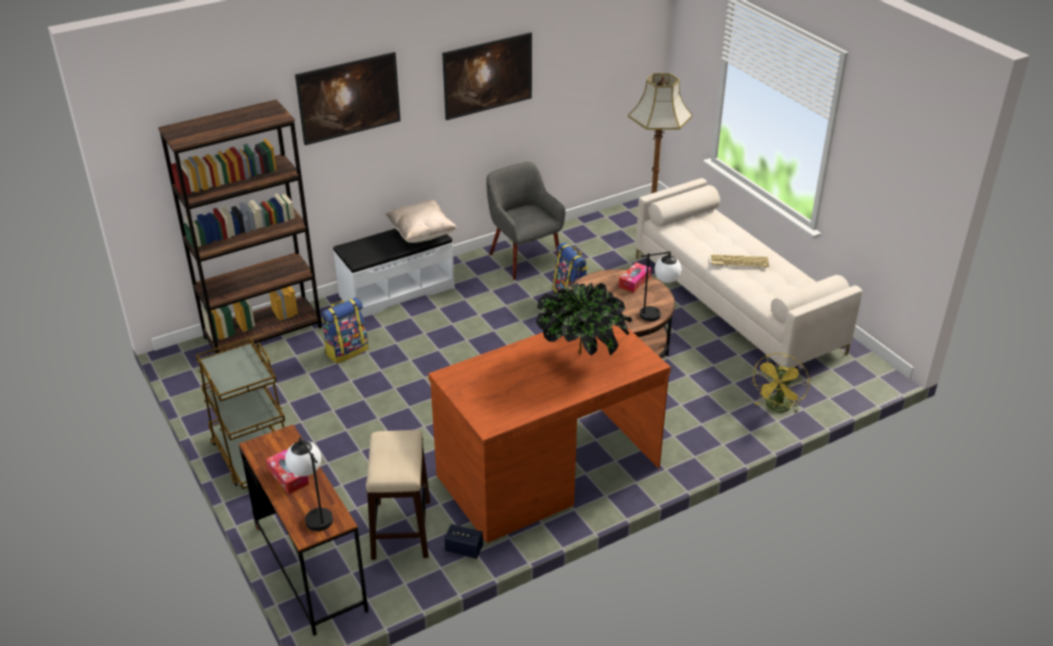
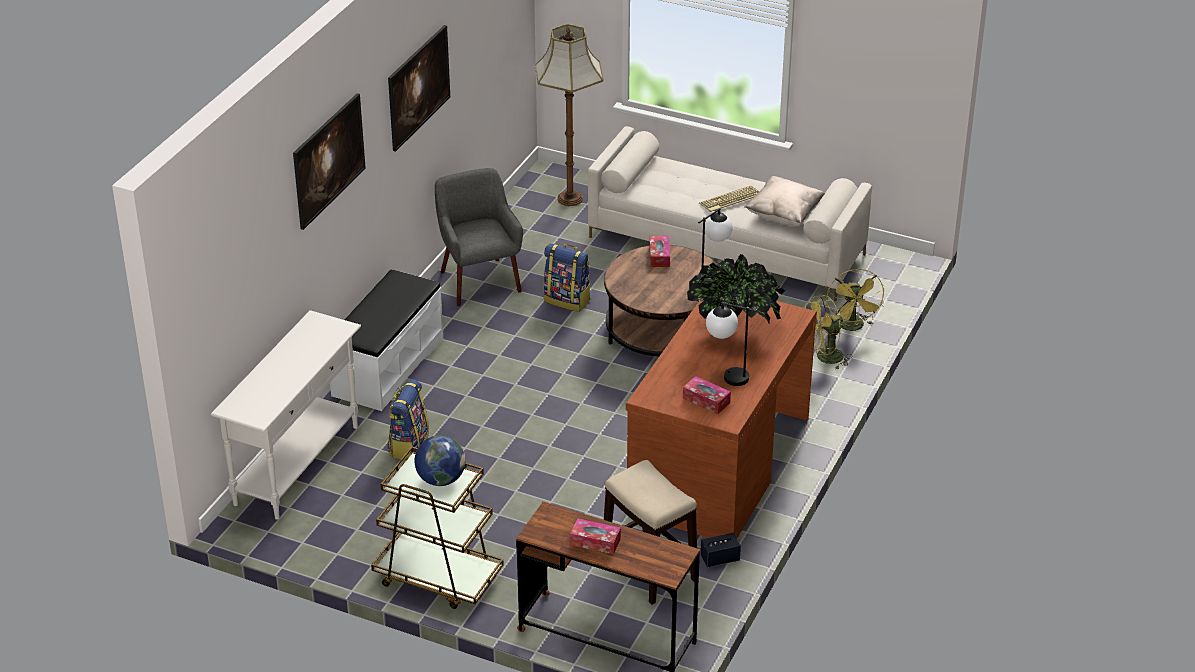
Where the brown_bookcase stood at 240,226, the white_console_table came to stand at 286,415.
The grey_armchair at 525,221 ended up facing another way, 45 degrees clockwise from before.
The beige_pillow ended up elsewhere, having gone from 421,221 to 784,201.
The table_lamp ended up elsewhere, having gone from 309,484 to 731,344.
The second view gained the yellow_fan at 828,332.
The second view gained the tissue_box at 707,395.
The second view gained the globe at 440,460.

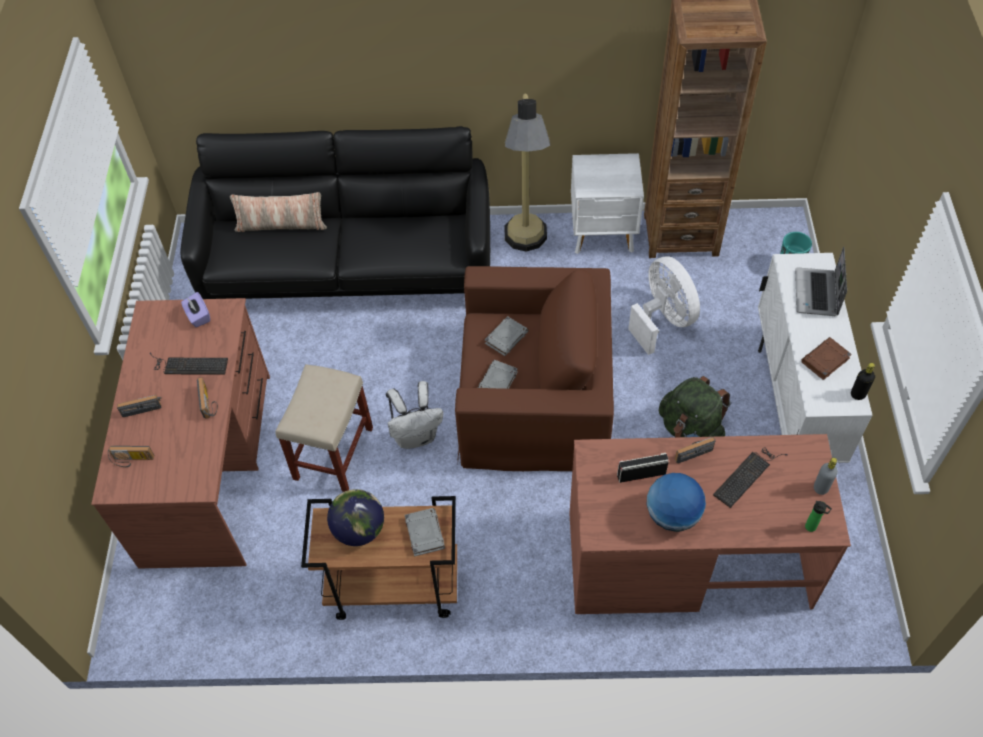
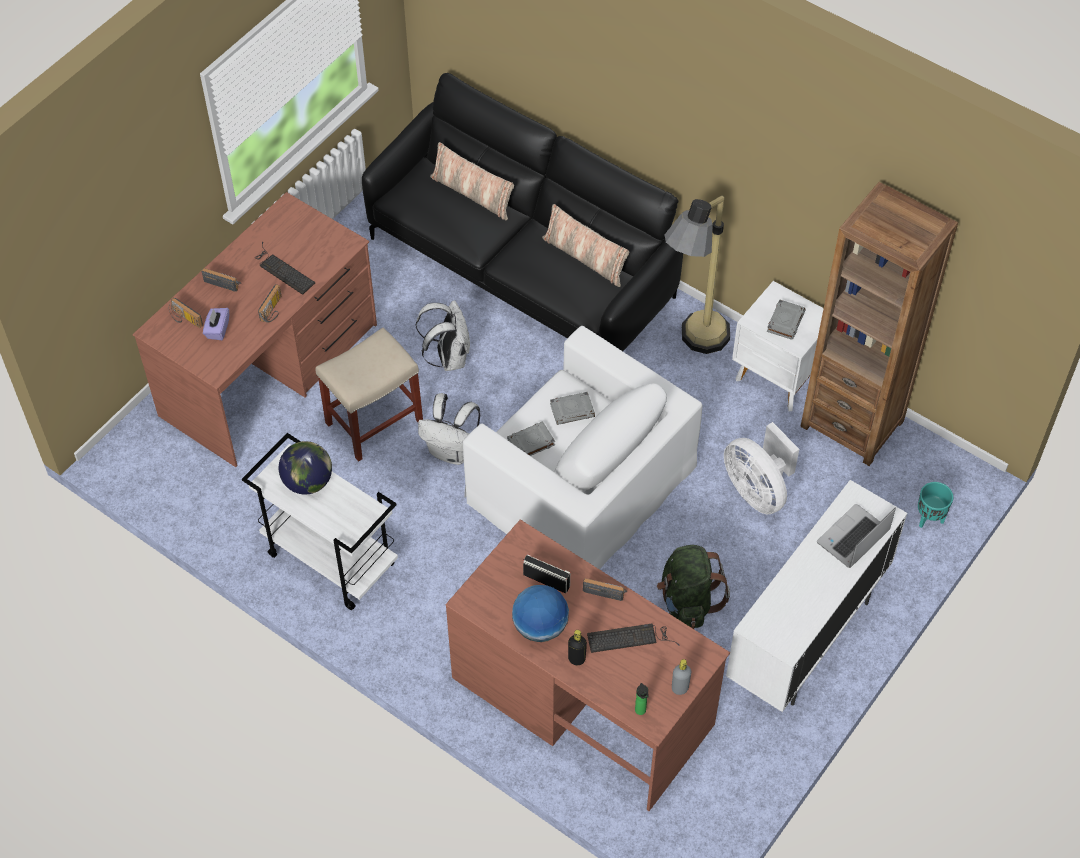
The white_fan at 664,305 ended up facing another way, 135 degrees clockwise from before.
What was the brown_armchair at 534,368 turned into the white_armchair at 583,447.
The purple_tissue_box ended up elsewhere, having gone from 195,309 to 216,324.
The second view lost the brown_book at 826,358.
The black_bottle ended up elsewhere, having gone from 863,381 to 577,647.
What was the brown_cart at 379,558 turned into the white_cart at 320,521.
The grey_book ended up elsewhere, having gone from 425,532 to 786,319.
The second view gained the pillow at 585,245.
The second view gained the white_backpack at 443,335.

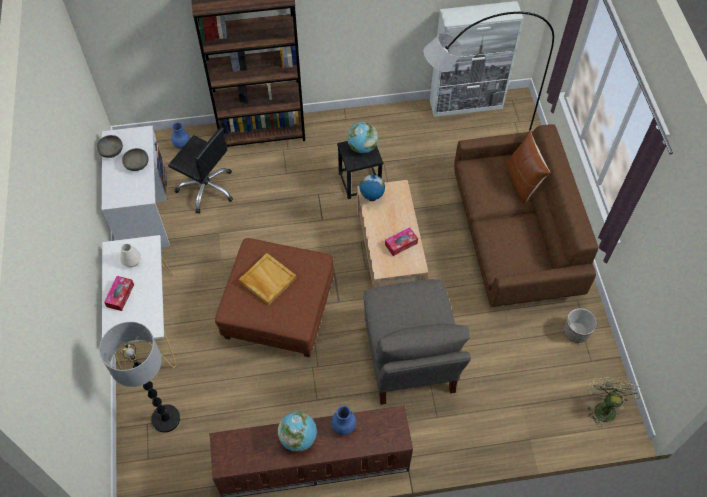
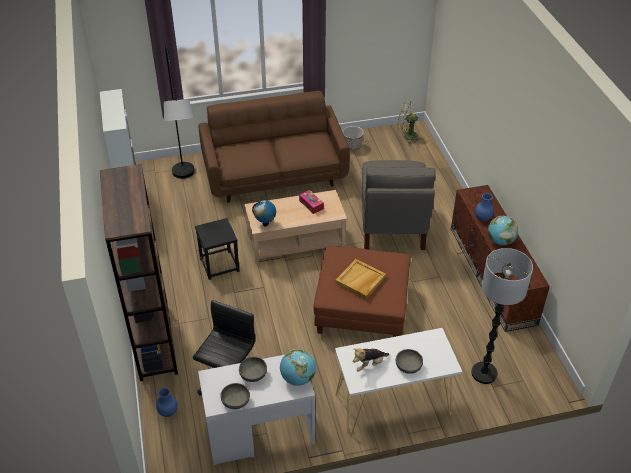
The globe ended up elsewhere, having gone from 362,137 to 298,367.
The second view lost the brown_pillow at 527,167.
Where the white_vase stood at 130,255, the plush_toy came to stand at 371,360.
Where the tissue_box stood at 119,293, the grey_bowl came to stand at 409,361.
The grey_armchair at 417,342 ended up facing another way, 105 degrees clockwise from before.

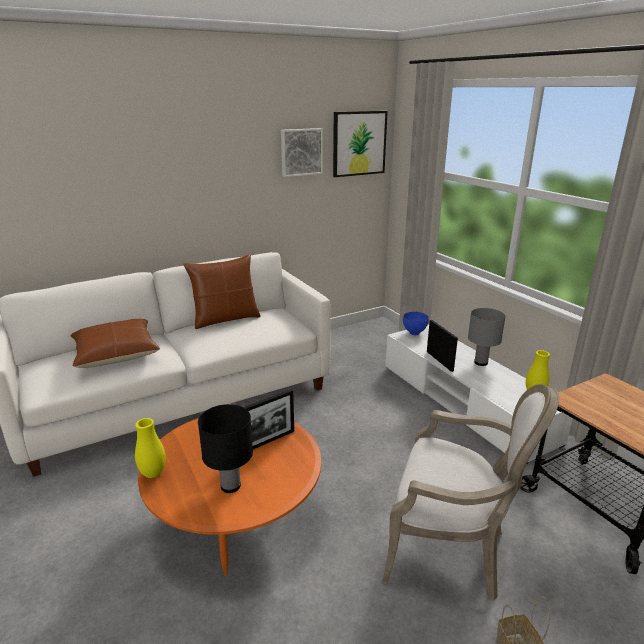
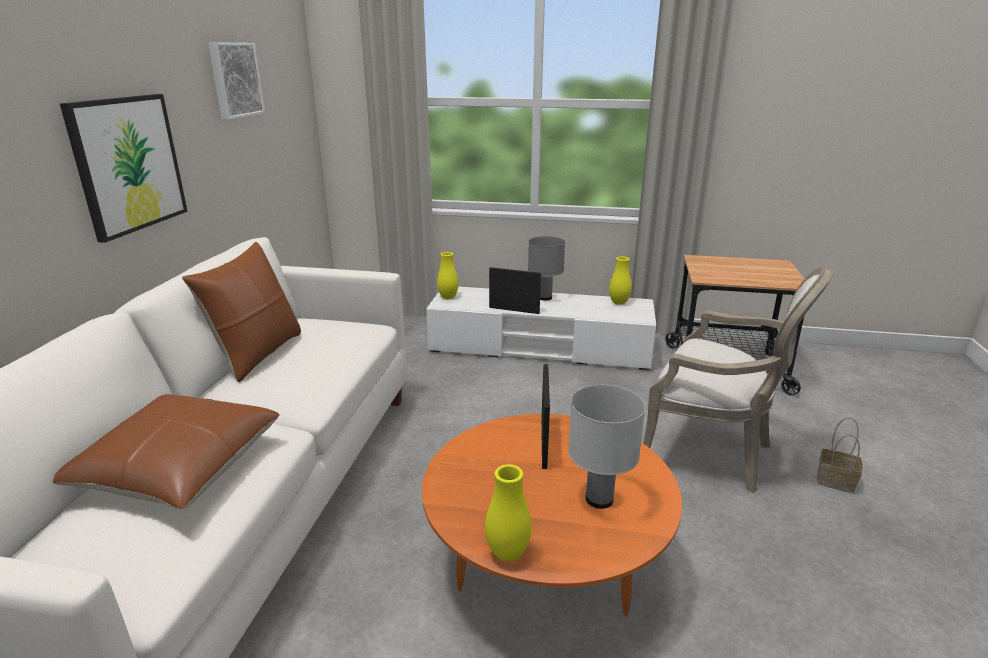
The picture ended up elsewhere, having gone from 360,144 to 124,168.
Where the blue_bowl stood at 416,323, the yellow_vase came to stand at 448,275.
The armchair at 470,492 ended up facing another way, 60 degrees clockwise from before.
What was the black_table_lamp at 225,448 turned into the white_table_lamp at 606,447.

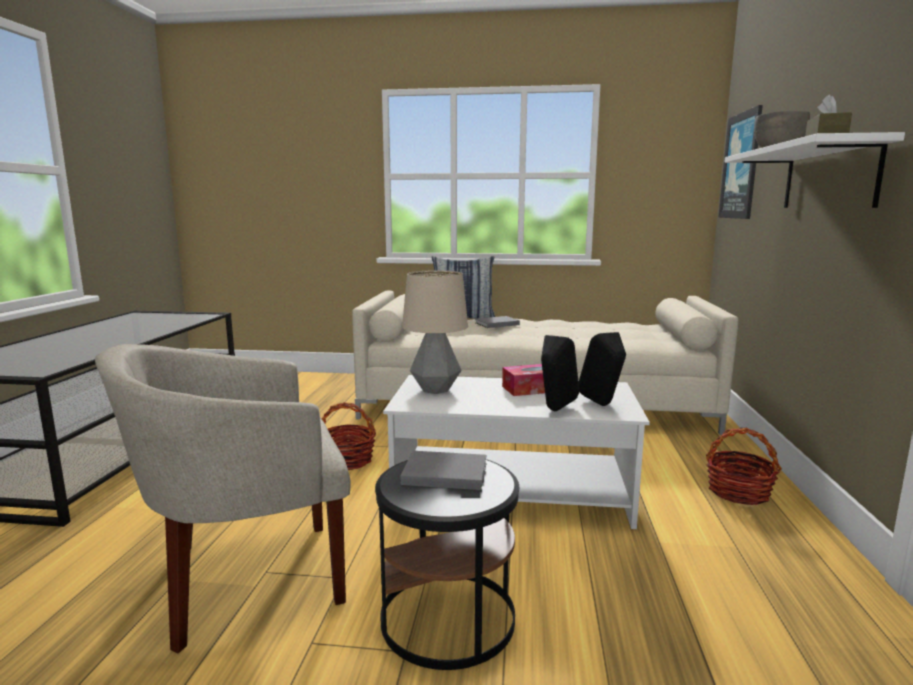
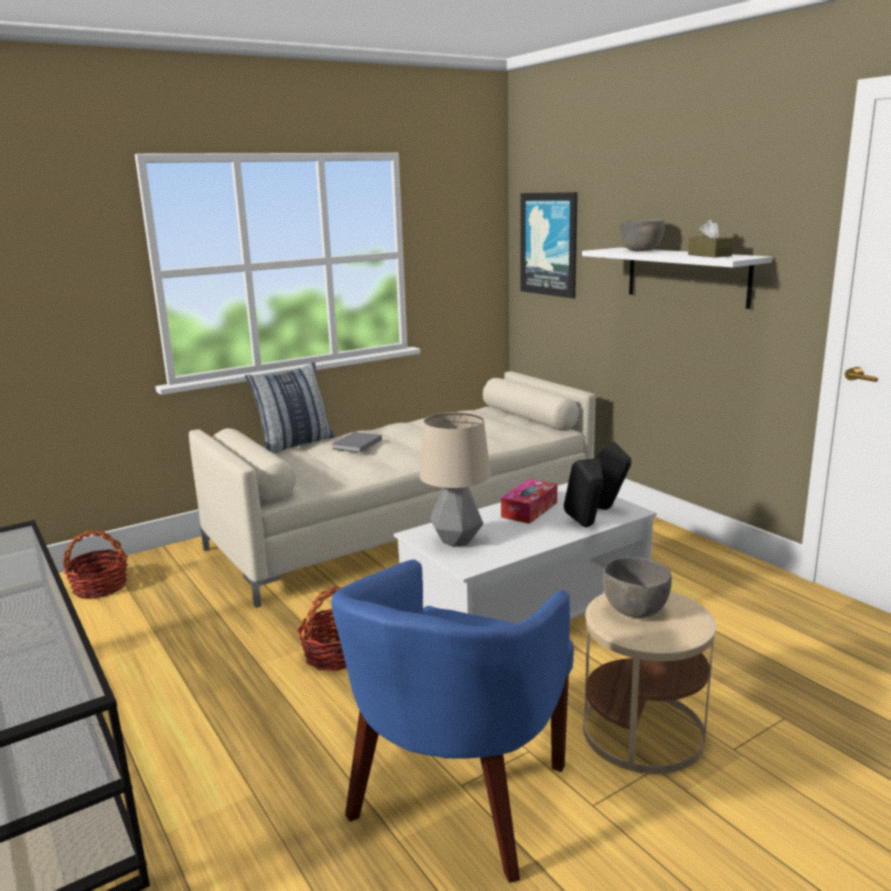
What was the beige_armchair at 223,498 turned into the blue_armchair at 452,721.
The basket ended up elsewhere, having gone from 744,466 to 95,564.
Where the grey_book stood at 443,470, the grey_bowl came to stand at 637,587.
What was the black_side_table at 447,564 turned into the beige_side_table at 649,682.

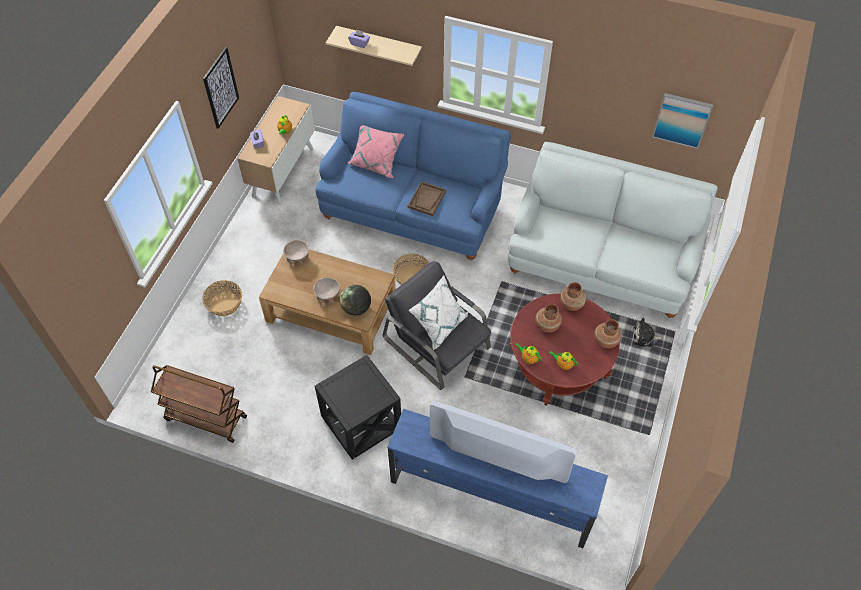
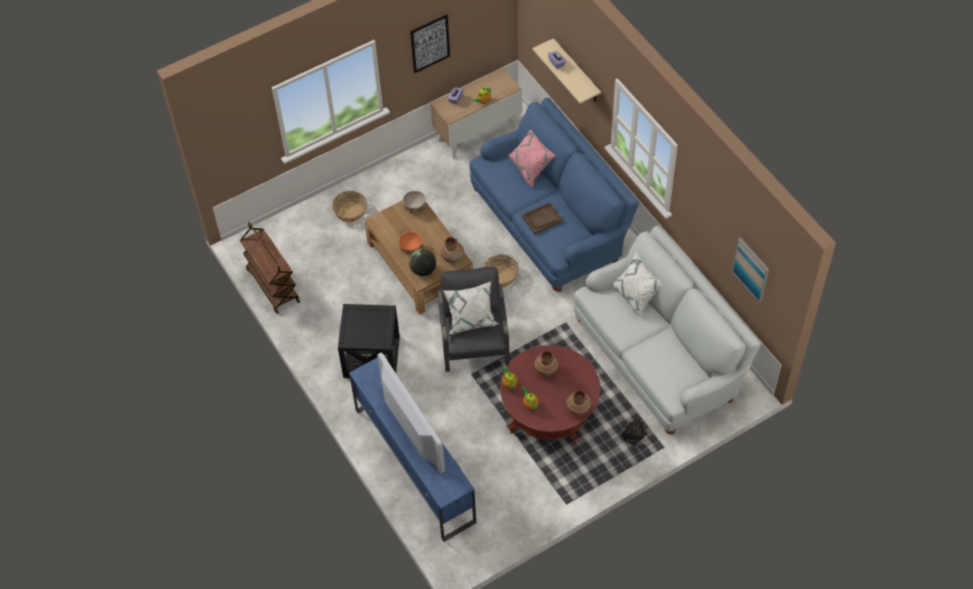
What was the beige_bowl at 326,290 turned into the orange_bowl at 410,244.
The brown_vase ended up elsewhere, having gone from 573,296 to 452,250.
The second view gained the white_pillow at 636,284.

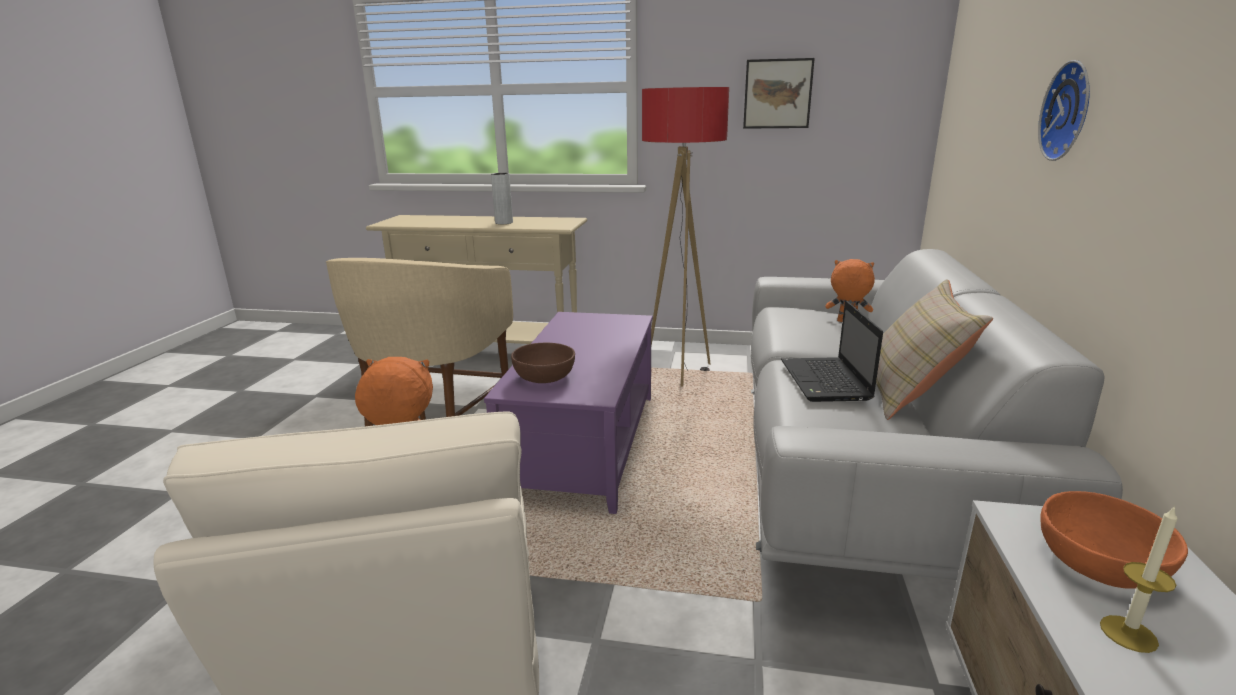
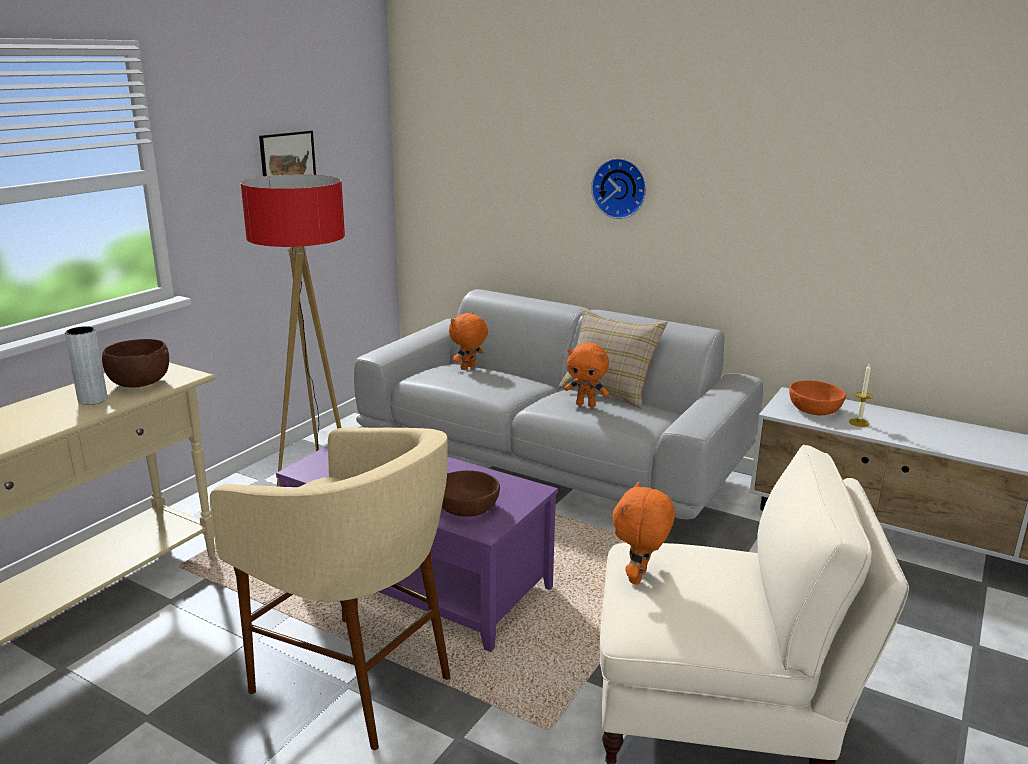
Where the laptop stood at 832,351, the orange_plush_toy came to stand at 586,375.
The second view gained the brown_bowl at 135,363.

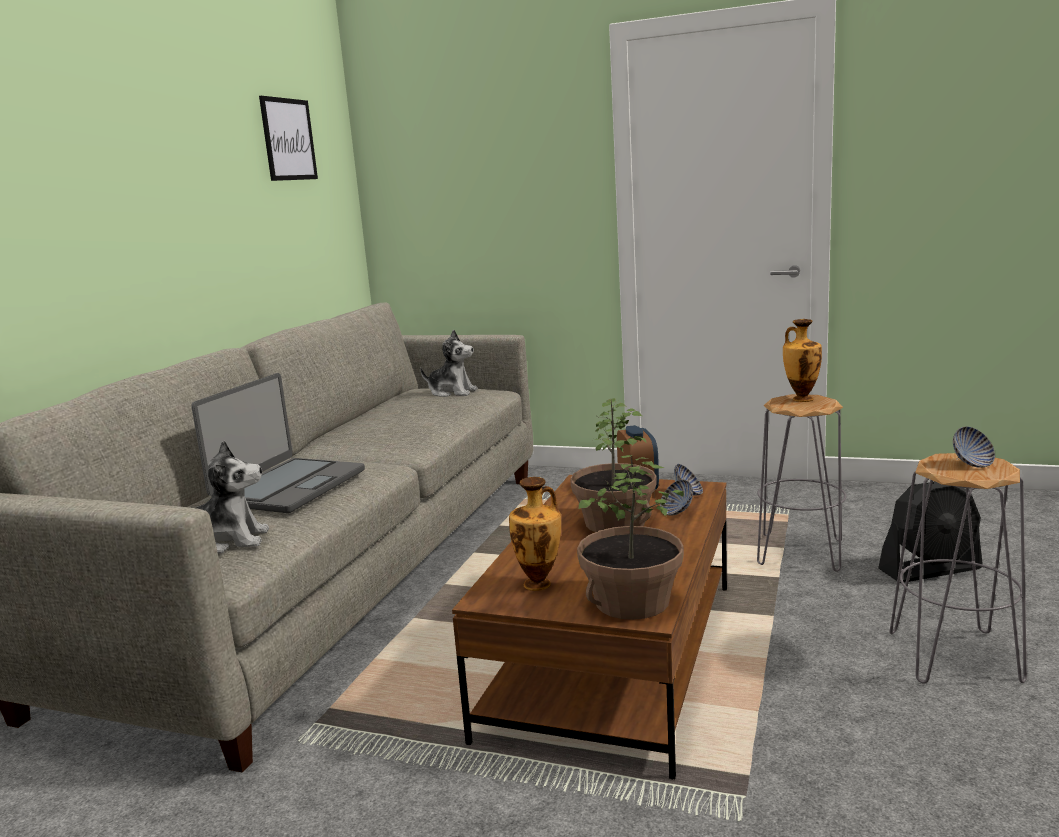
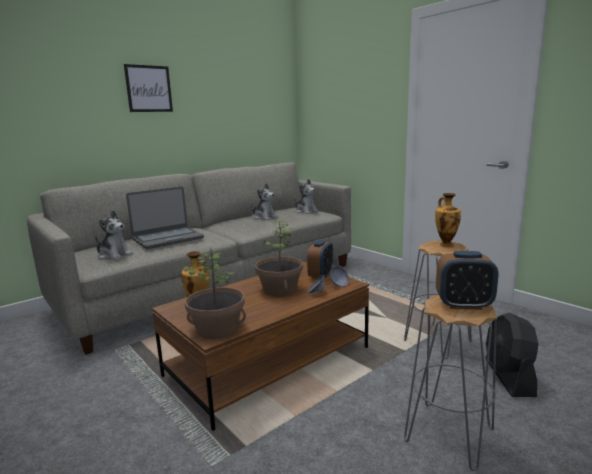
The picture ended up elsewhere, having gone from 288,138 to 148,88.
Where the bowl stood at 974,447, the alarm_clock came to stand at 467,280.
The black_fan at 930,532 ended up facing another way, 75 degrees clockwise from before.
The second view gained the plush_toy at 264,201.

